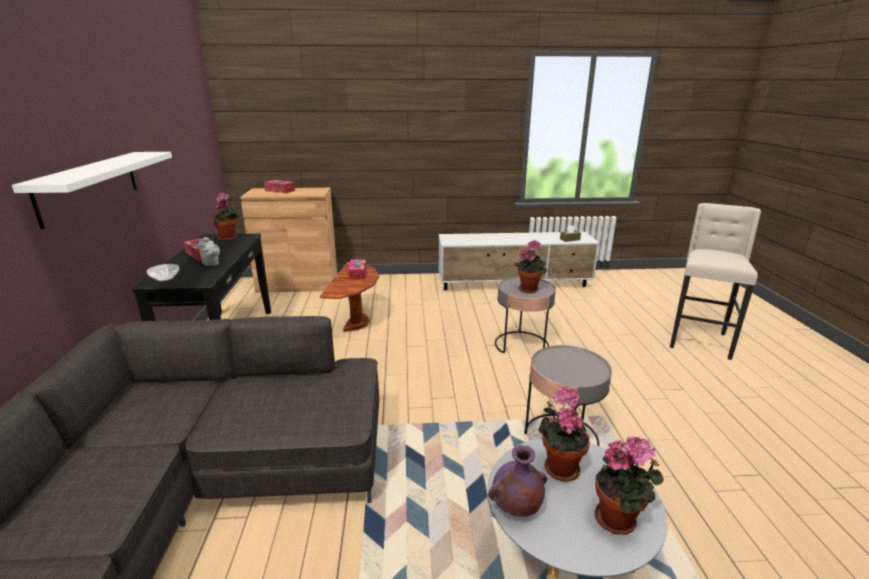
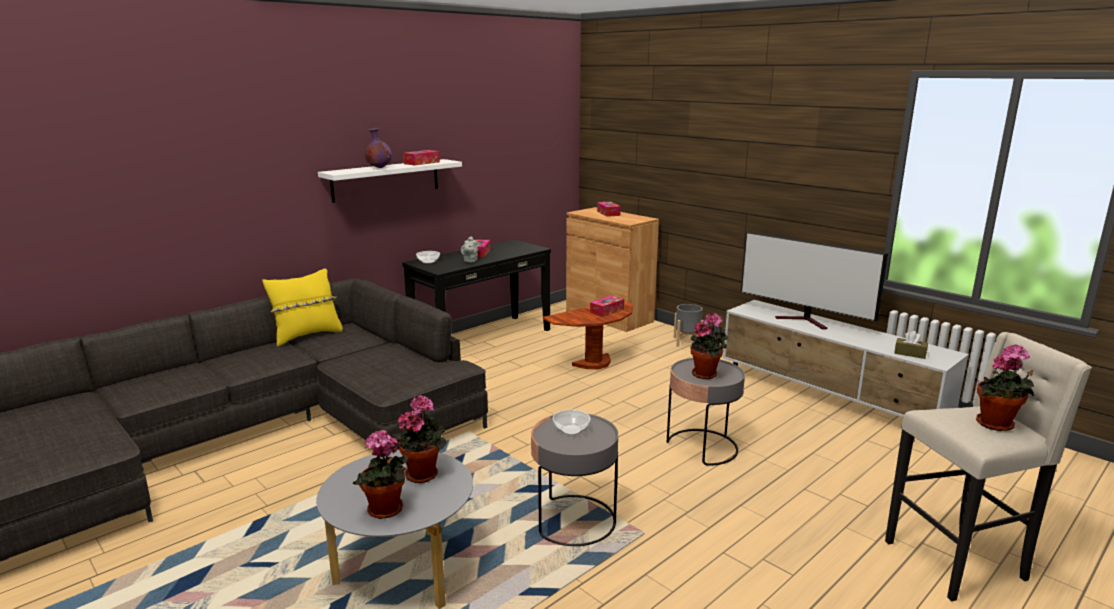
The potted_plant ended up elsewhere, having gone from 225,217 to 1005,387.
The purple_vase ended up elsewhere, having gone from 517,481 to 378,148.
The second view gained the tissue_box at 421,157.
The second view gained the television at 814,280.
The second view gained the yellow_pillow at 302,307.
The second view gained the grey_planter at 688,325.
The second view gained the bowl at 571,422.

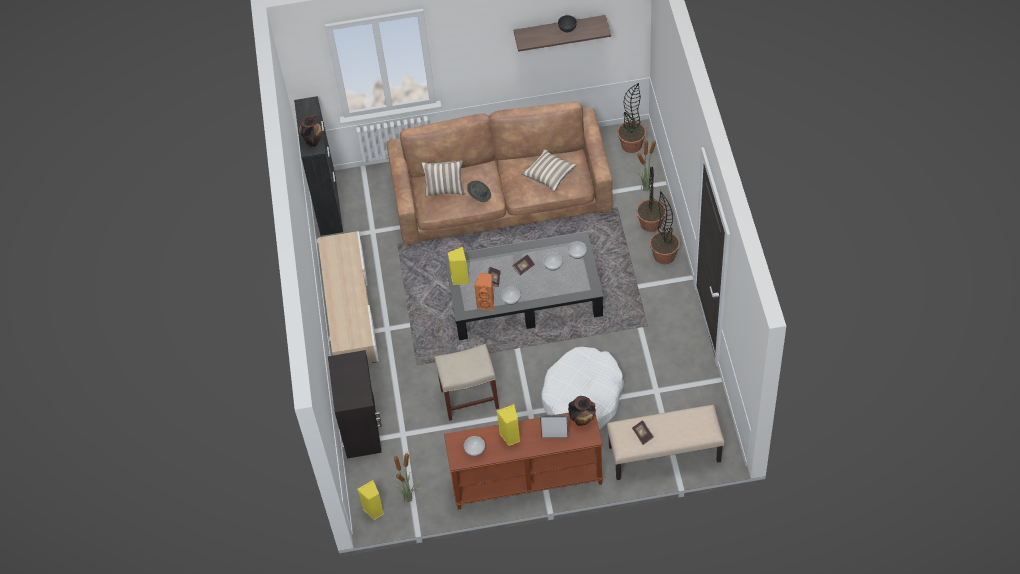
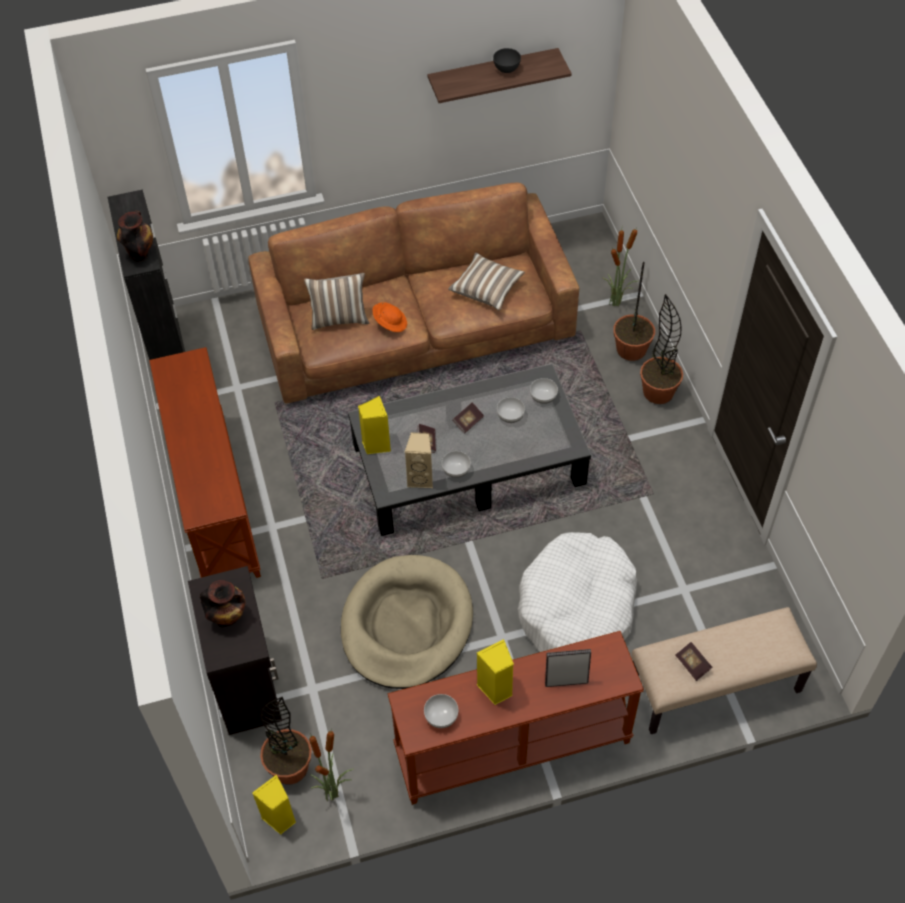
The potted_plant ended up elsewhere, having gone from 631,118 to 286,740.
What was the grey_hat at 479,191 turned into the orange_hat at 390,317.
Where the beige_tv_stand stood at 348,297, the brown_console_table came to stand at 205,462.
What was the orange_speaker at 484,292 turned into the beige_speaker at 418,460.
Where the beige_stool stood at 466,382, the beige_dog_bed came to stand at 407,622.
The vase ended up elsewhere, having gone from 582,411 to 223,604.

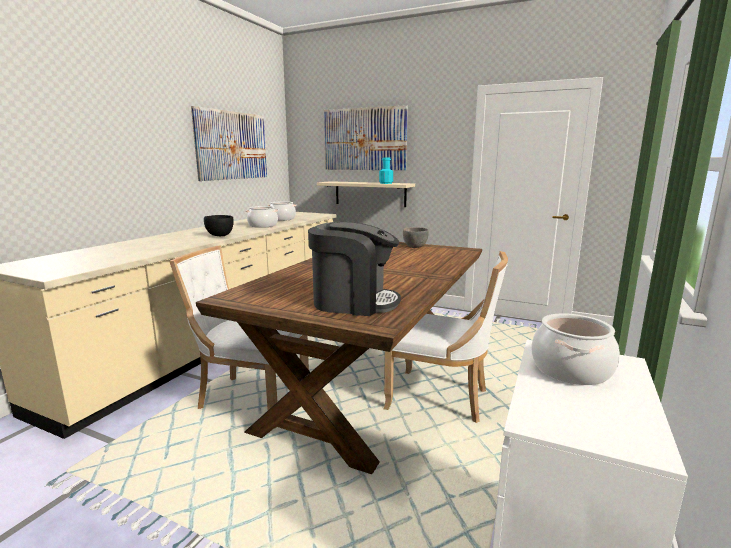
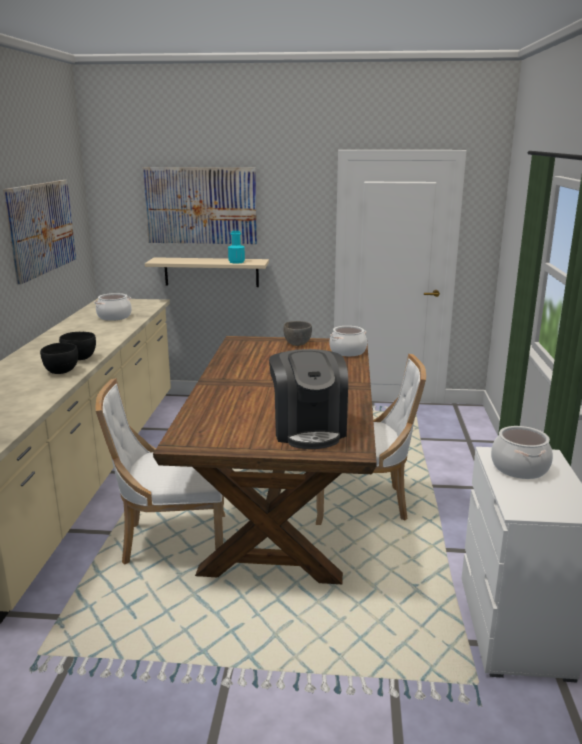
The cooking_pot ended up elsewhere, having gone from 262,217 to 348,341.
The coffee_machine at 354,269 ended up facing another way, 90 degrees clockwise from before.
The second view gained the black_bowl at 59,358.

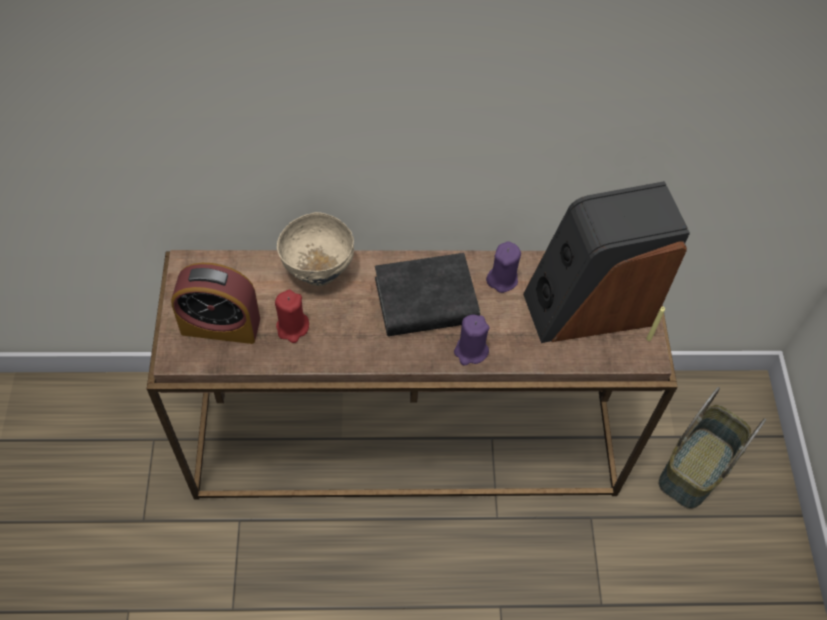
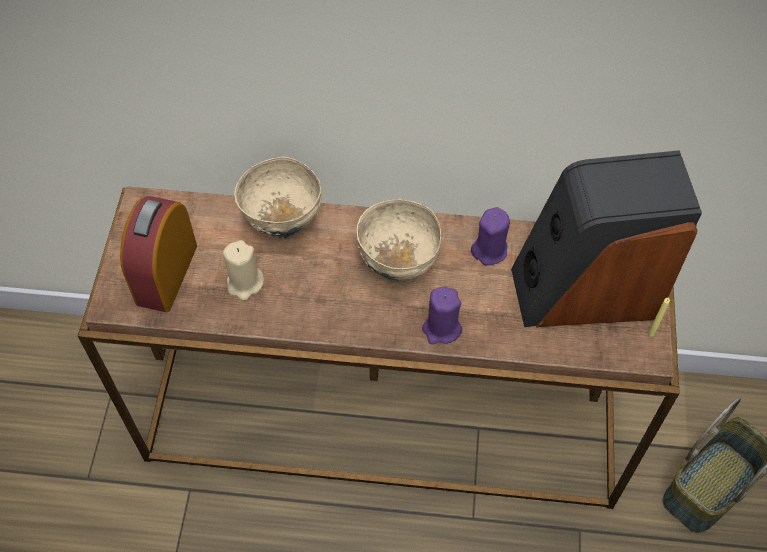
Where the black_book stood at 427,294, the beige_bowl came to stand at 399,241.
The alarm_clock at 215,303 ended up facing another way, 90 degrees clockwise from before.
What was the red_candle at 292,316 turned into the beige_candle at 243,270.

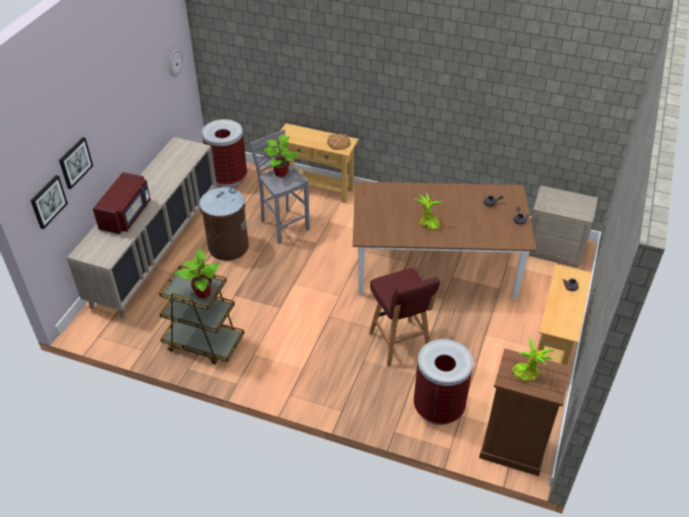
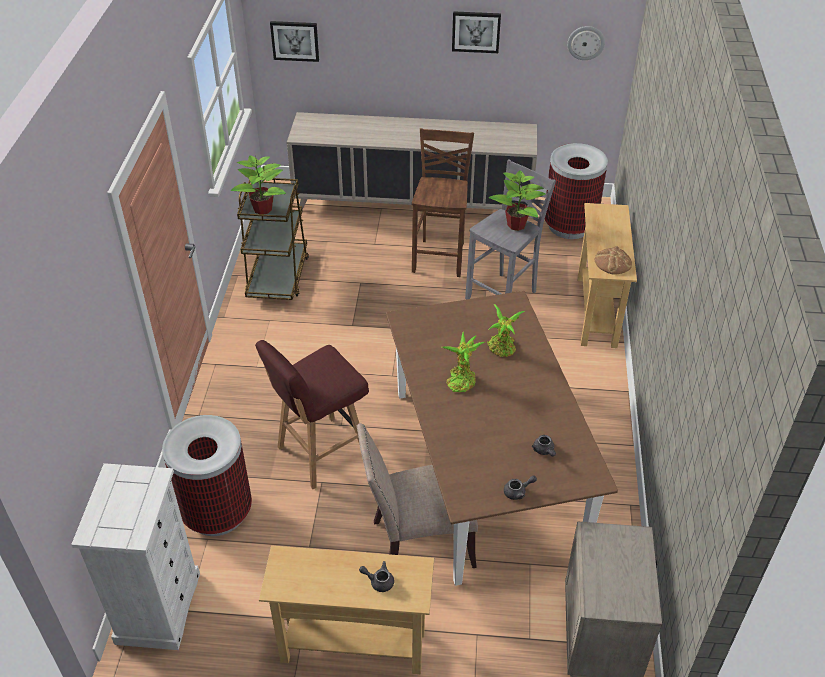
The picture ended up elsewhere, having gone from 76,163 to 476,32.
The second view lost the red_microwave at 122,203.
Where the brown_trash_can stood at 224,224, the brown_stool came to stand at 443,202.
The potted_plant ended up elsewhere, having gone from 533,359 to 506,330.
What was the brown_dresser at 525,412 turned into the white_dresser at 135,556.
The second view gained the beige_chair at 417,495.

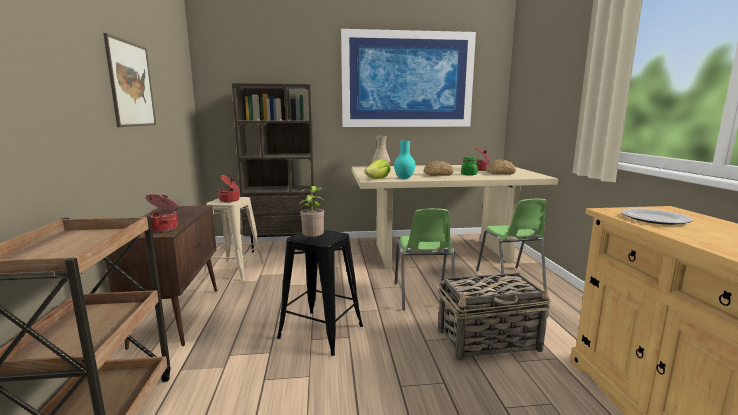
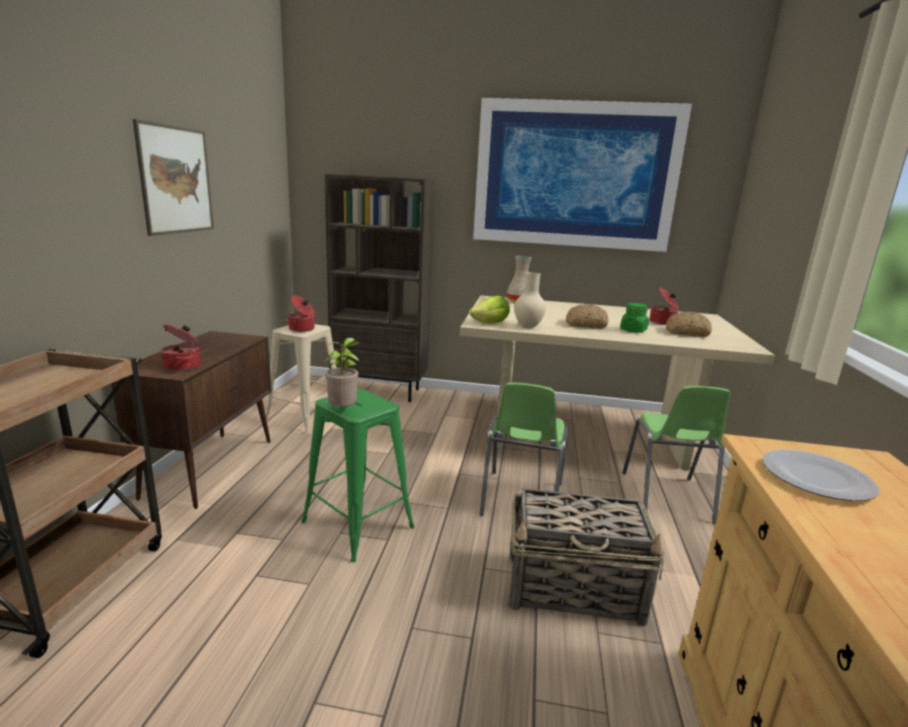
What was the turquoise_vase at 404,160 turned into the beige_vase at 530,300.
What was the black_stool at 320,293 turned into the green_stool at 358,475.

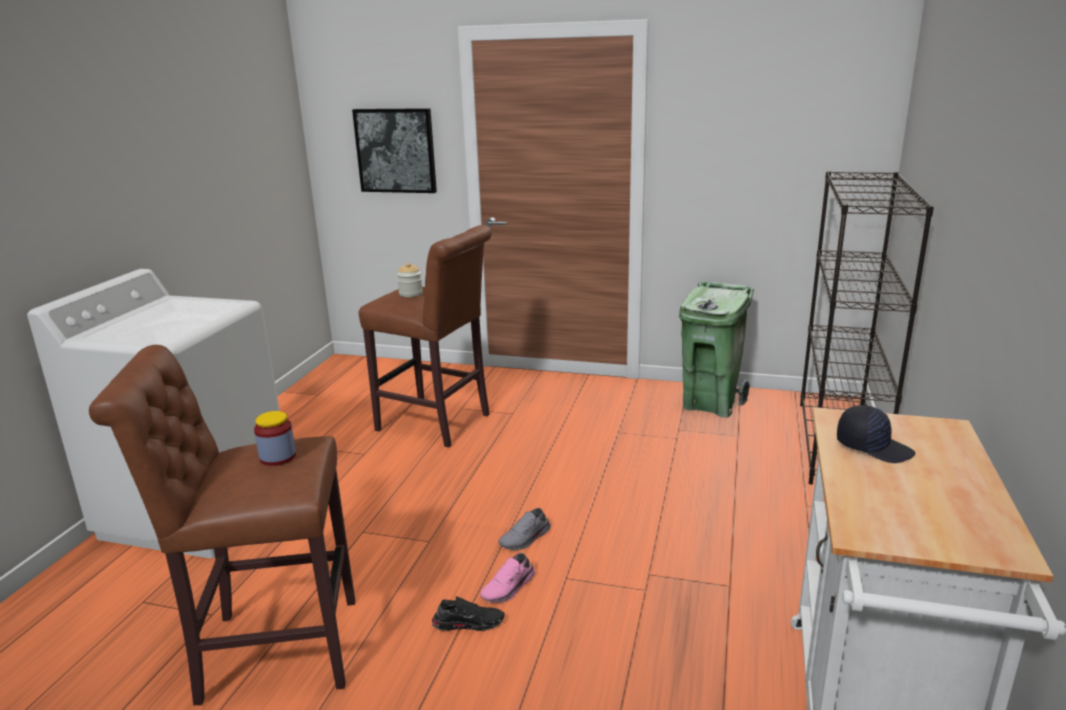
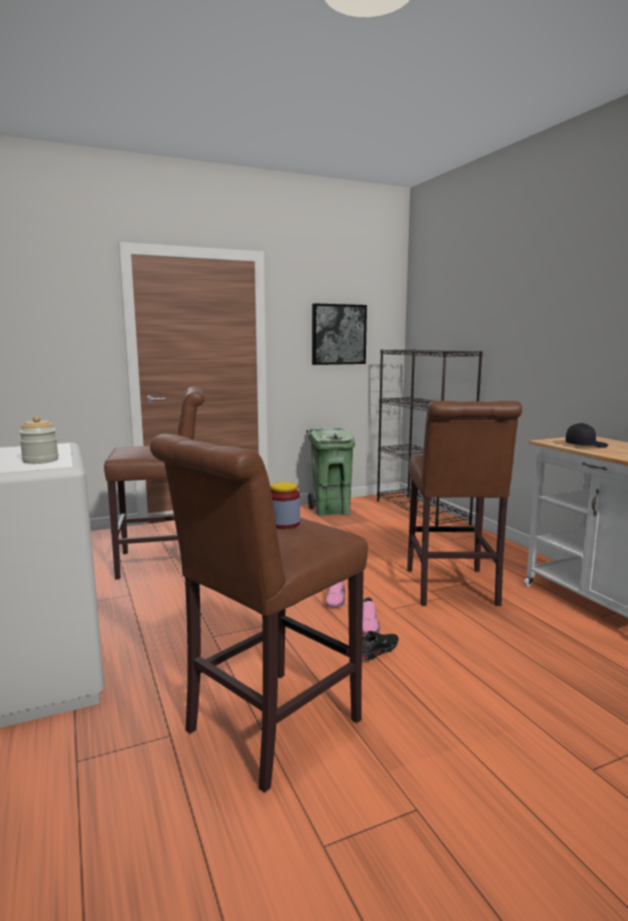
The picture ended up elsewhere, having gone from 394,150 to 339,334.
The jar ended up elsewhere, having gone from 410,280 to 39,440.
What was the grey_shoe at 525,529 turned into the pink_shoe at 336,594.
The second view gained the brown_stool at 464,503.

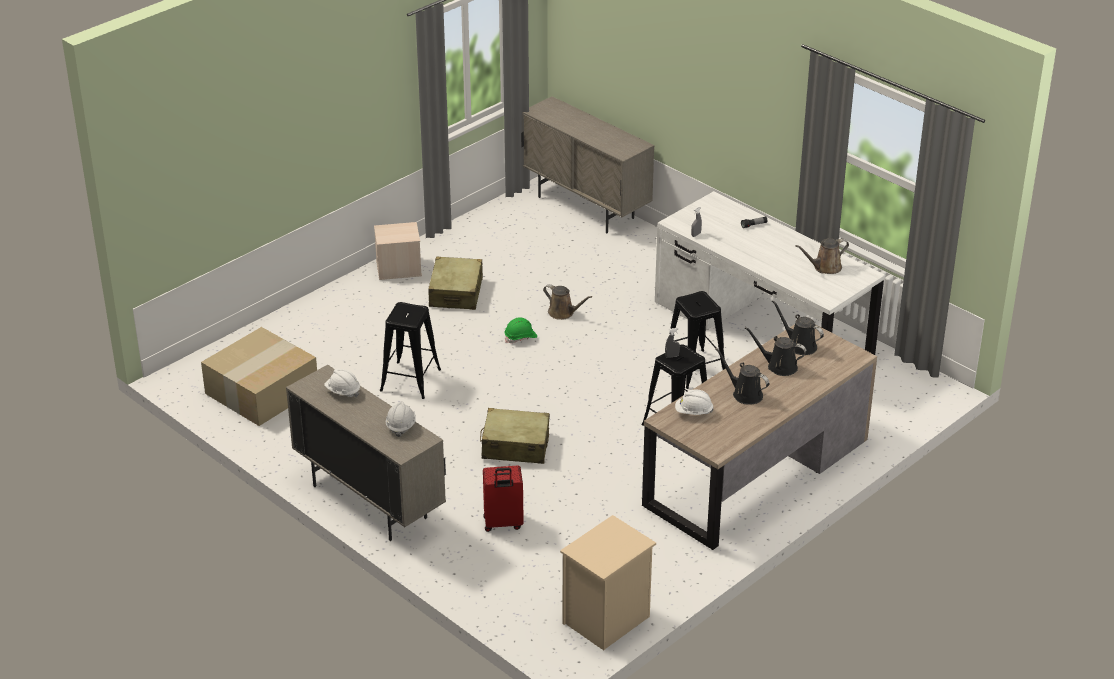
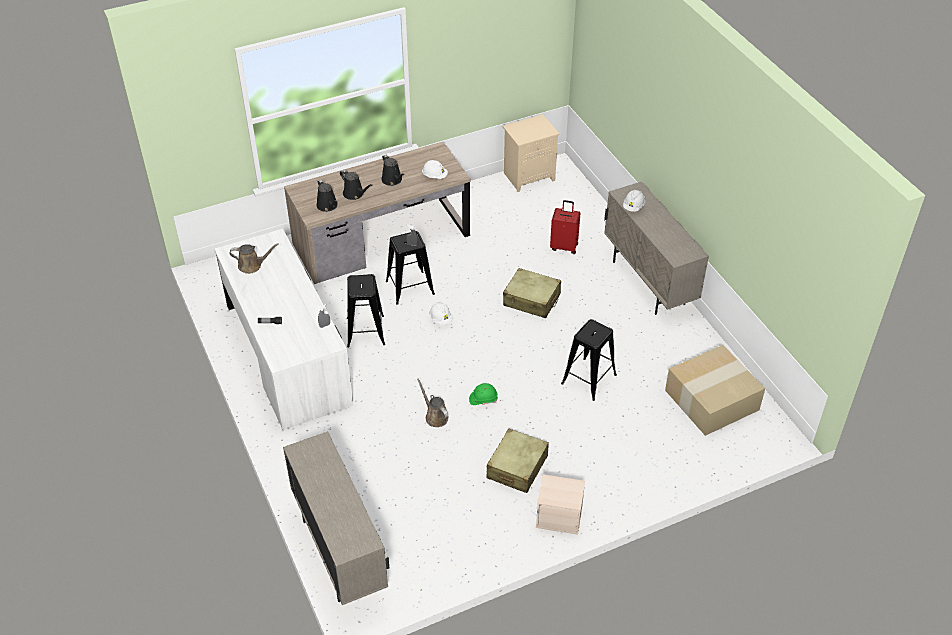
The white_hard_hat ended up elsewhere, having gone from 342,383 to 441,313.

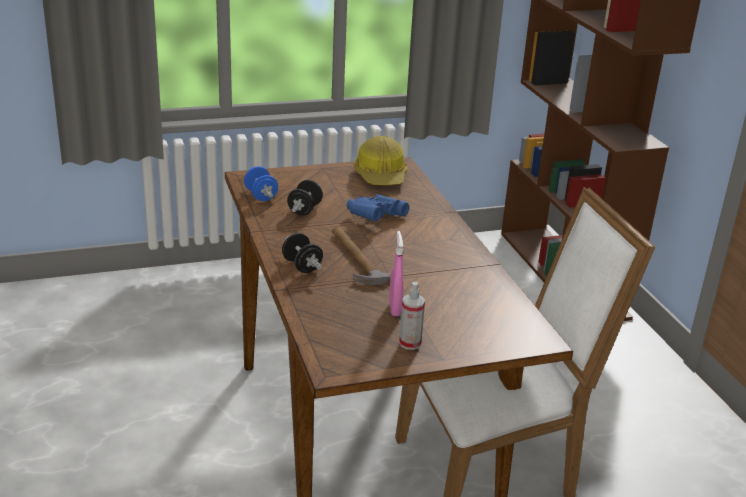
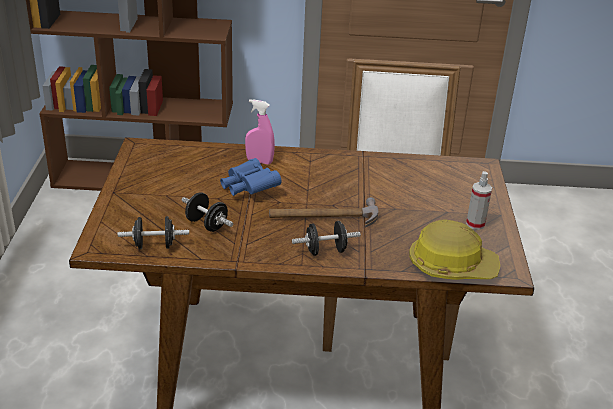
The hard_hat ended up elsewhere, having gone from 380,160 to 454,249.
What was the blue_dumbbell at 261,183 turned into the black_dumbbell at 153,233.
The pink_spray_bottle ended up elsewhere, having gone from 396,273 to 260,131.

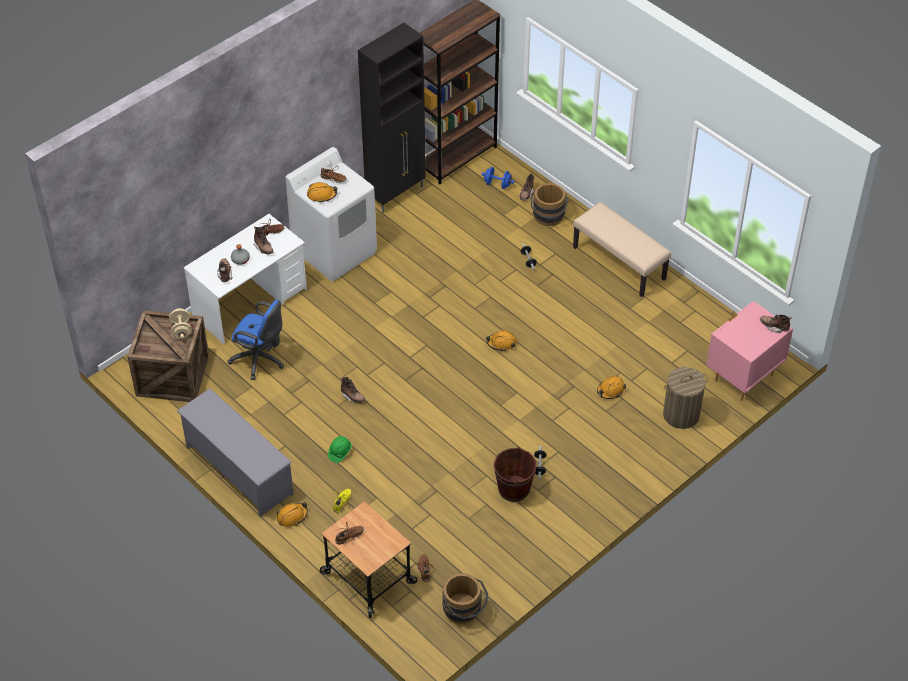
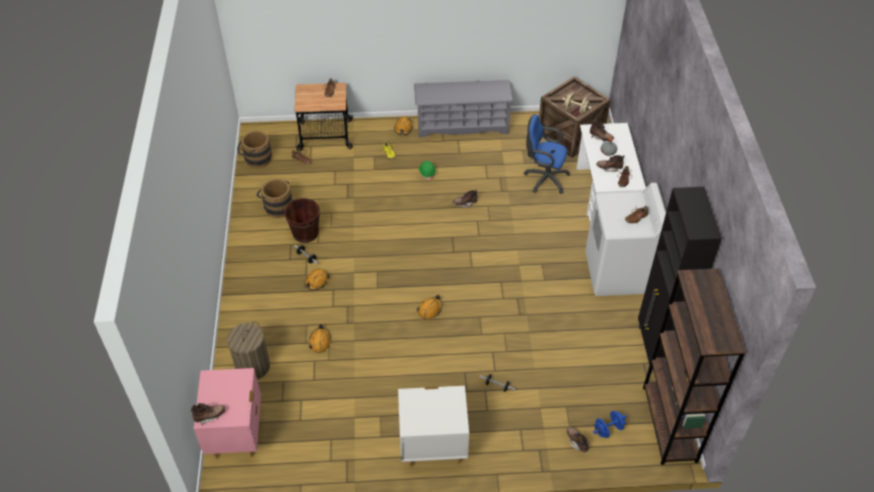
The orange_hard_hat ended up elsewhere, having gone from 322,192 to 317,279.
The brown_bucket ended up elsewhere, having gone from 549,204 to 274,198.
Where the beige_bench stood at 622,249, the white_nightstand came to stand at 433,426.
The blue_office_chair at 256,340 ended up facing another way, 45 degrees clockwise from before.

